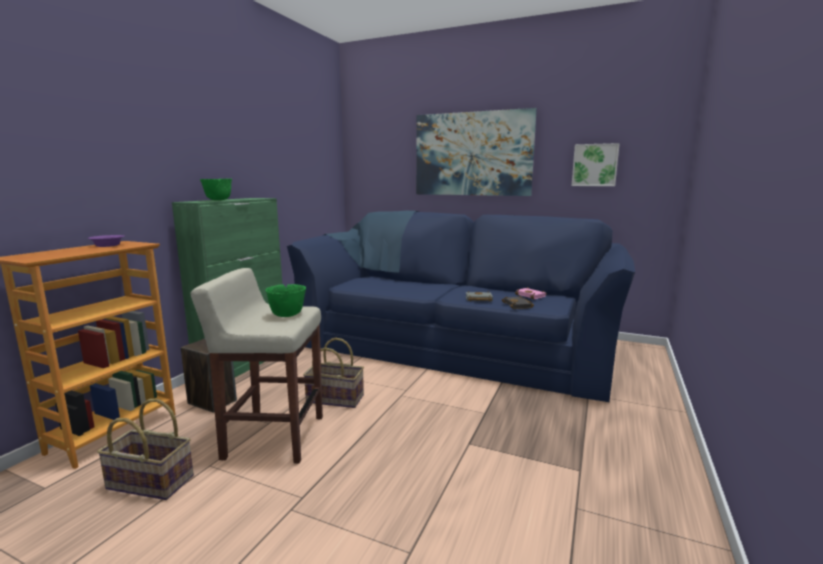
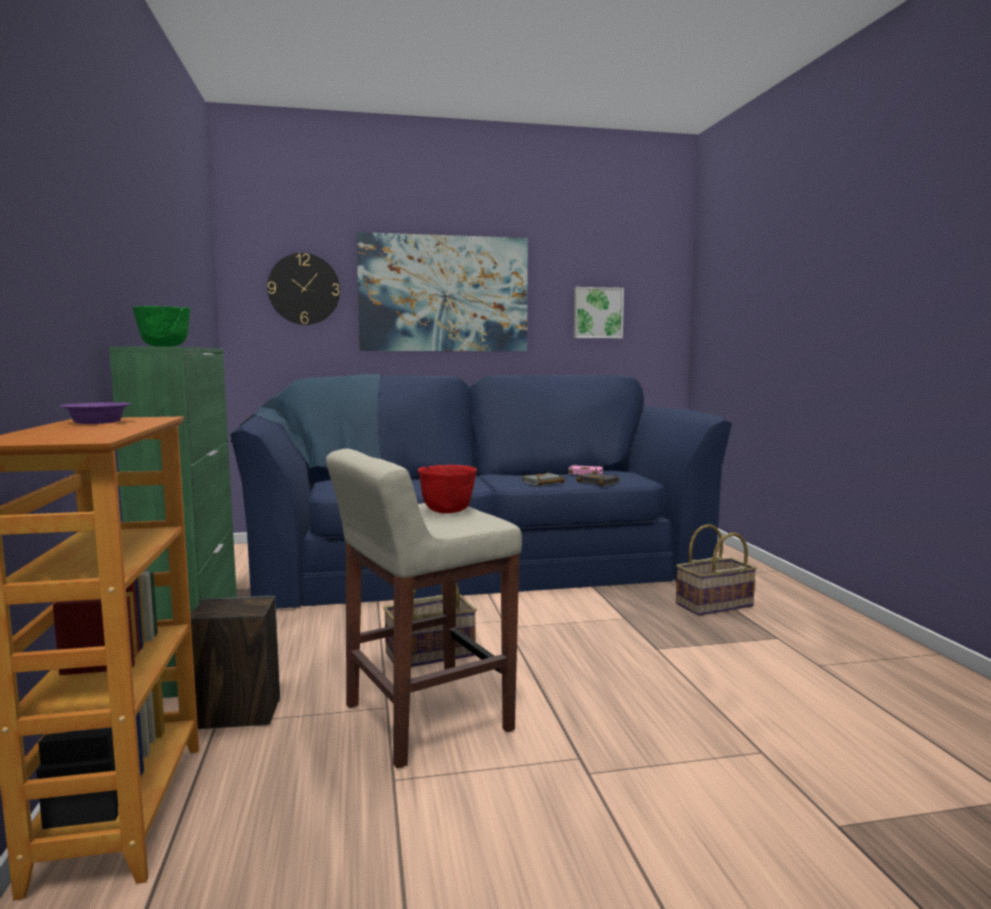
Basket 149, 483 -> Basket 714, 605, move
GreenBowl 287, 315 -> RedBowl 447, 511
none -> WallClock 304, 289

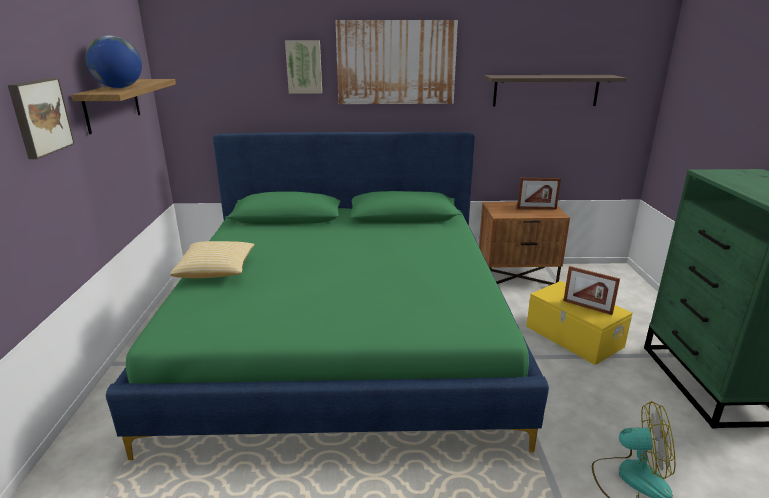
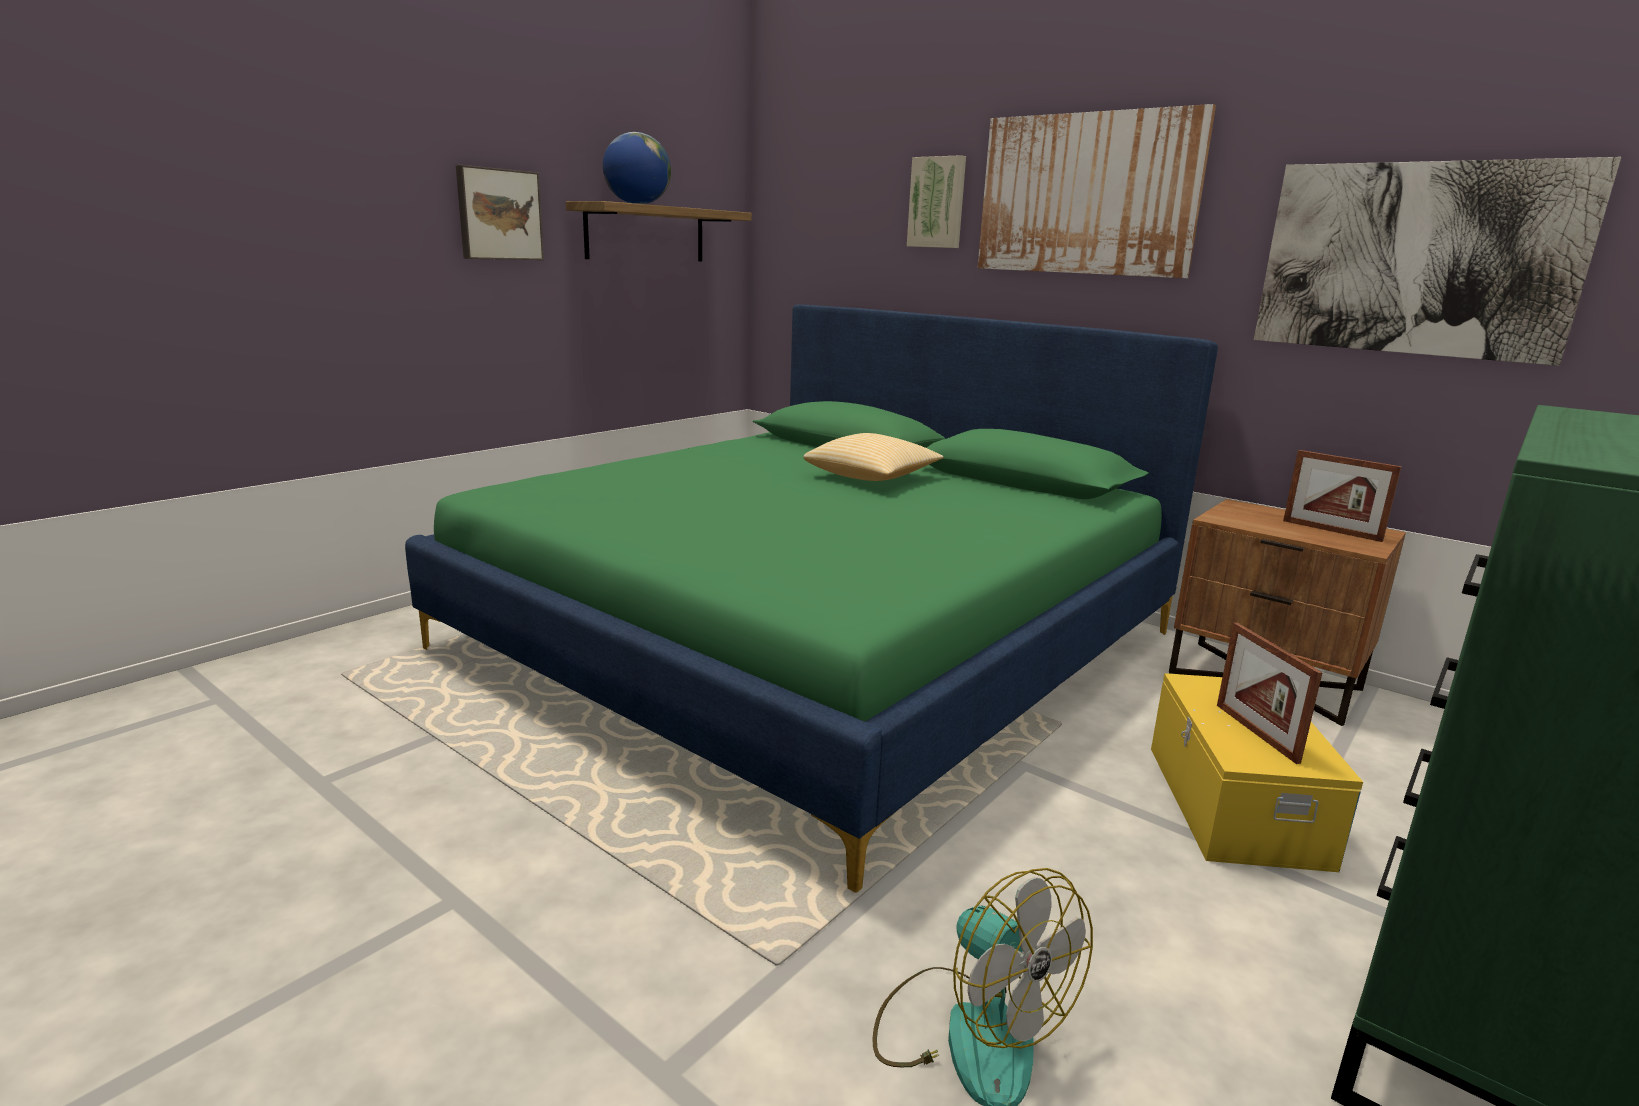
Pillow 216, 271 -> Pillow 872, 478, move
Shelf 546, 90 -> Picture 1416, 259

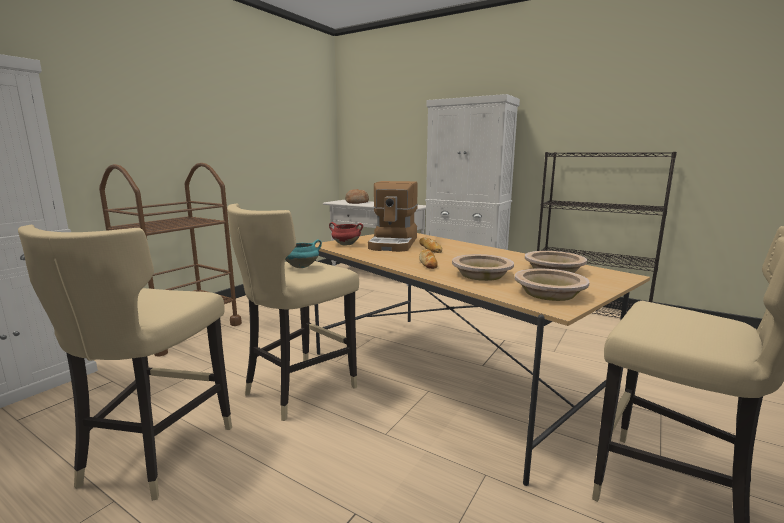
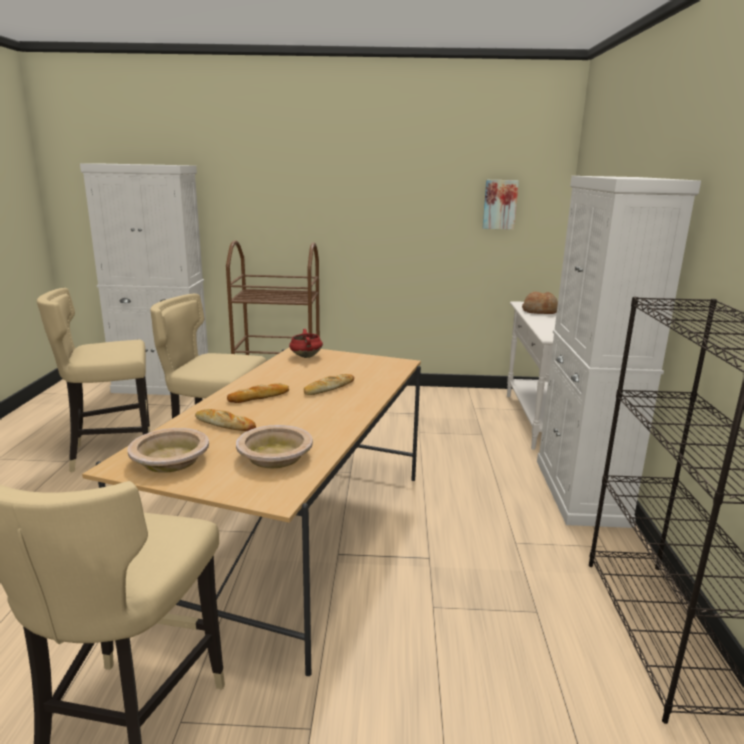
TurquoiseCookingPot 301, 266 -> none
CoffeeMachine 394, 243 -> none
BeigeBowl 481, 274 -> Bread 225, 424
none -> Picture 499, 204

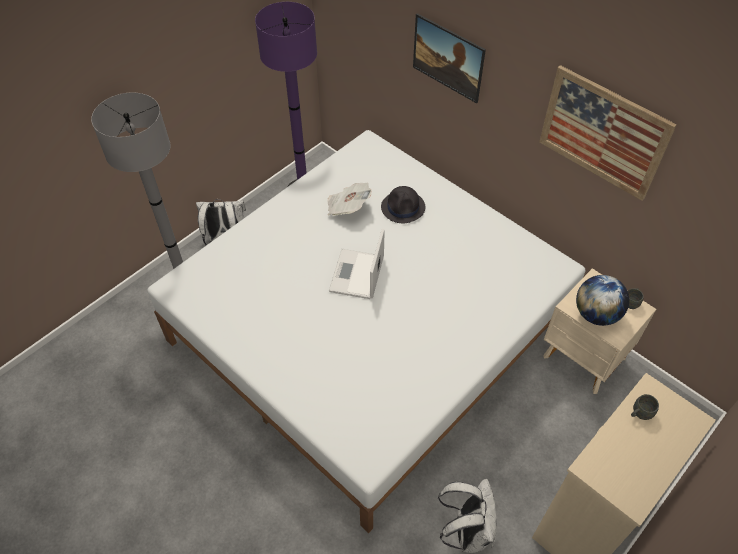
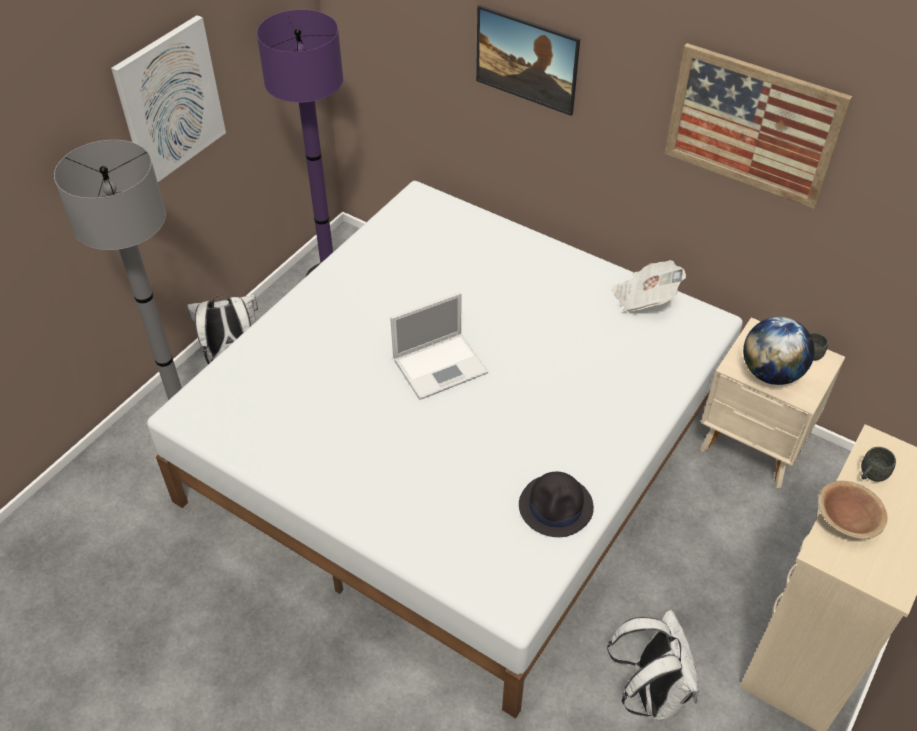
Newspaper 347, 207 -> Newspaper 644, 298, move
Laptop 357, 275 -> Laptop 441, 365, 120 degrees counterclockwise
BlackHat 403, 207 -> BlackHat 556, 506, move
none -> Picture 170, 101
none -> BrownBowl 847, 520

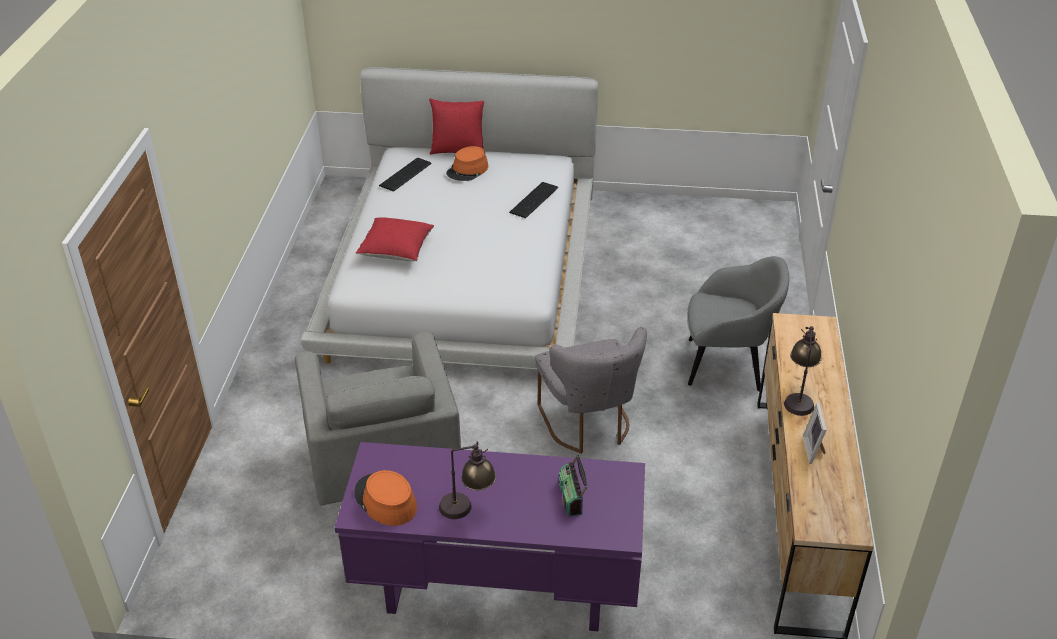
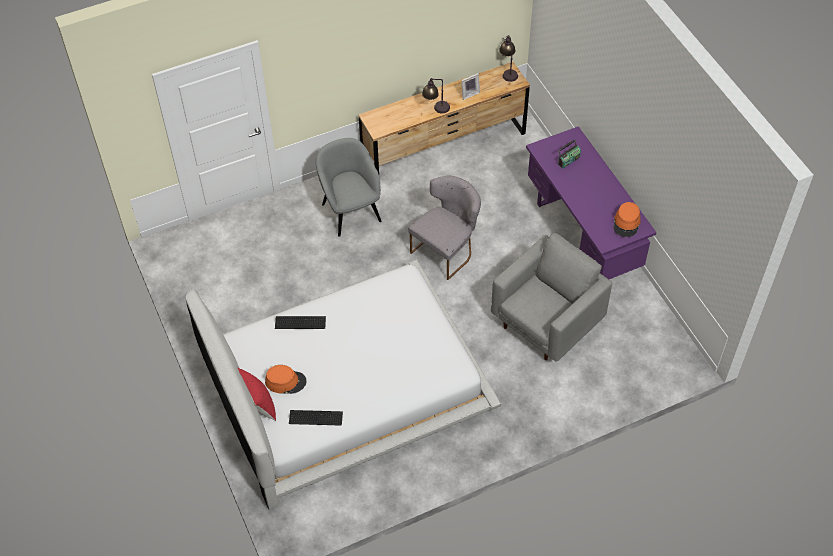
RedPillow 396, 250 -> none
TableLamp 467, 509 -> TableLamp 508, 71, move

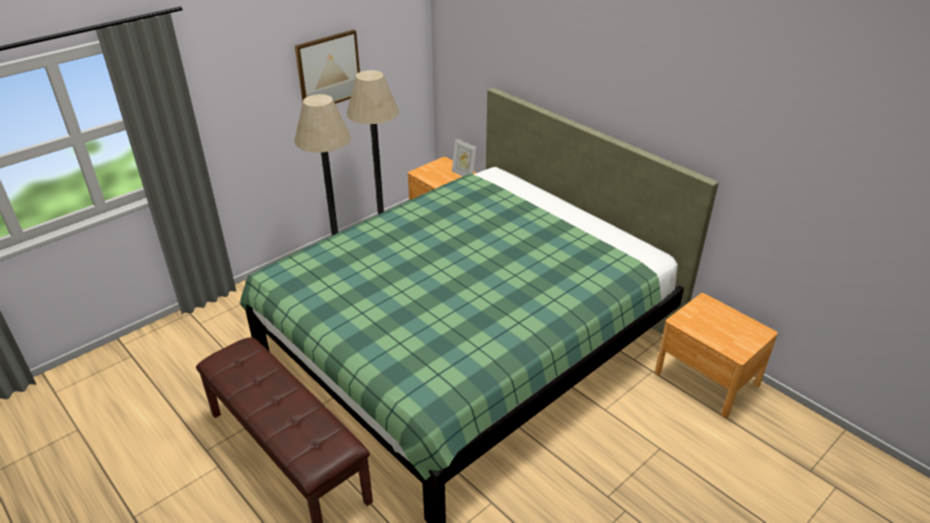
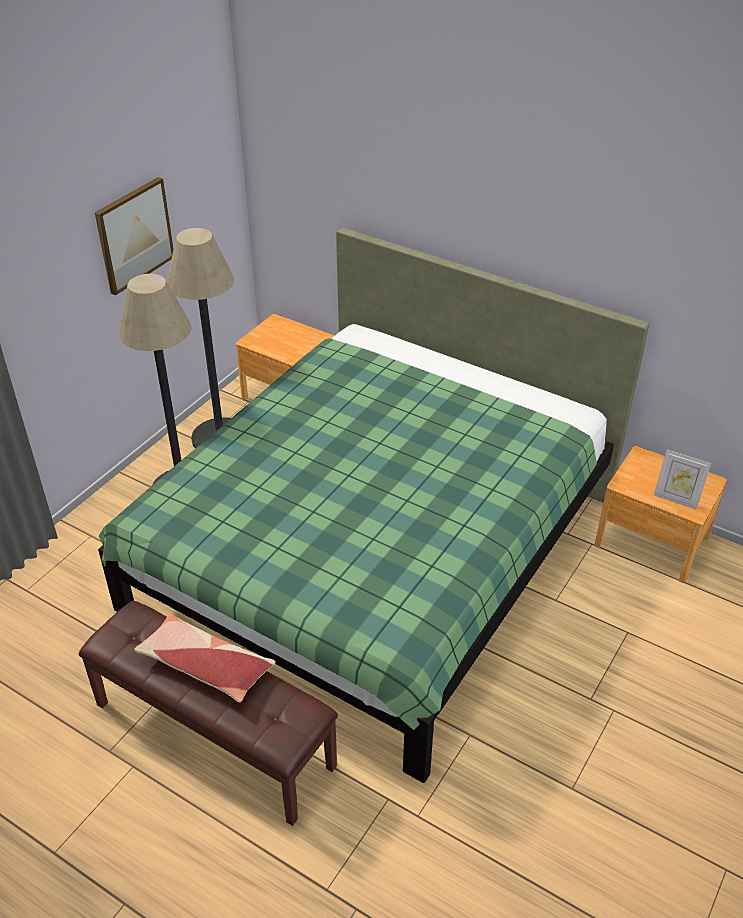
PictureFrame 463, 175 -> PictureFrame 676, 499, move
none -> Pillow 205, 665

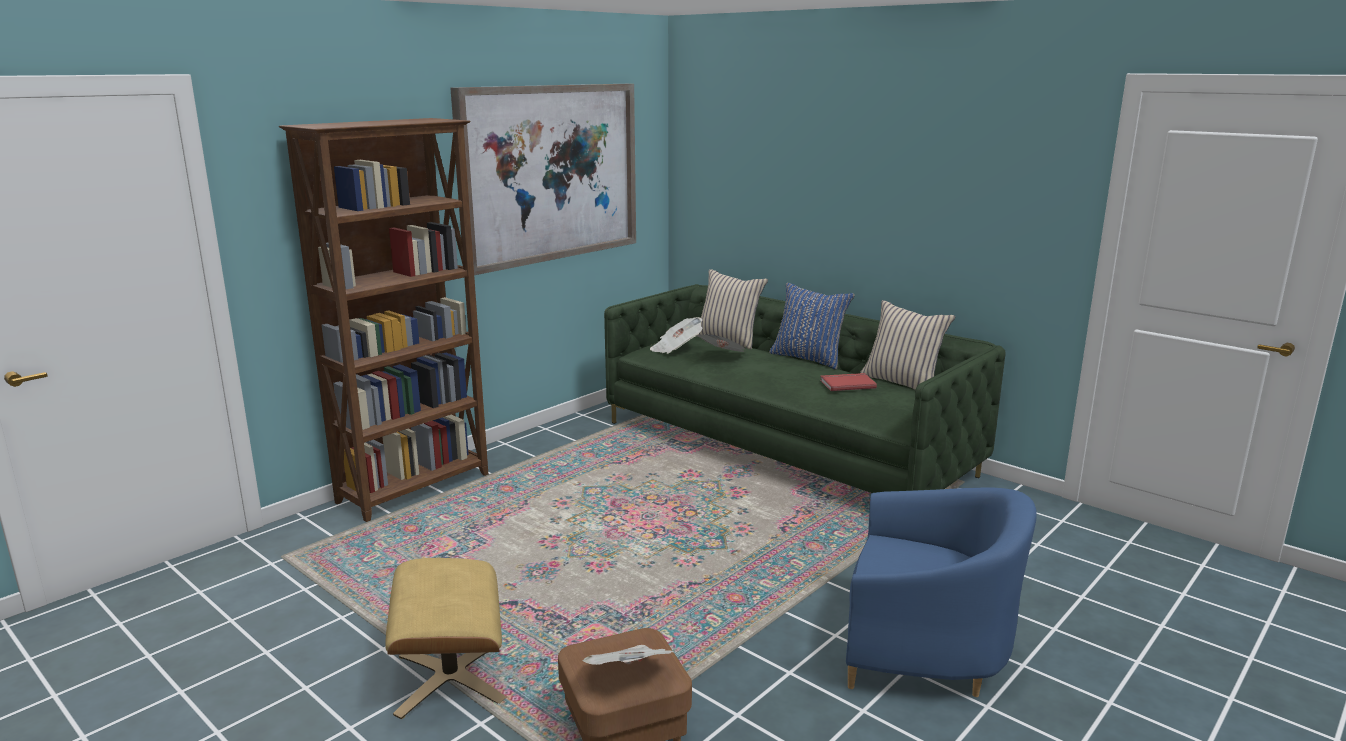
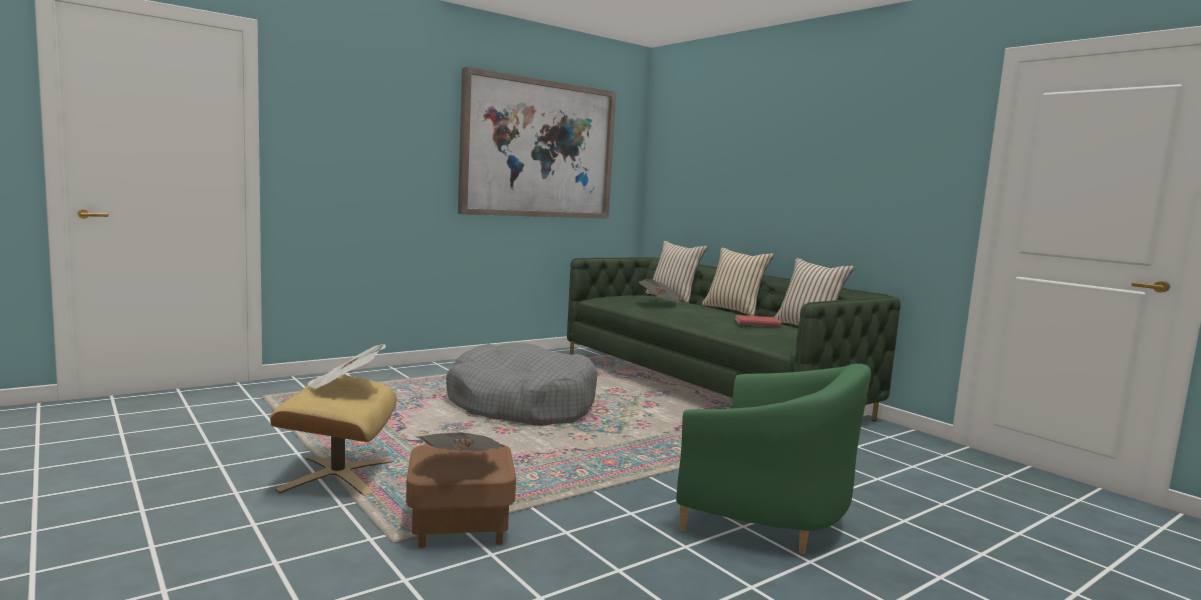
BrownBookcase 416, 488 -> none
Newspaper 676, 349 -> Newspaper 344, 386, move
BluePillow 809, 358 -> BeigePillow 734, 310
BlueArmchair 923, 651 -> GreenArmchair 765, 517
none -> GreyDogBed 521, 405

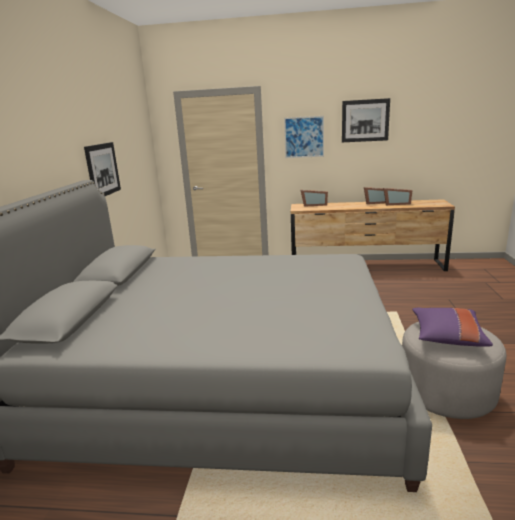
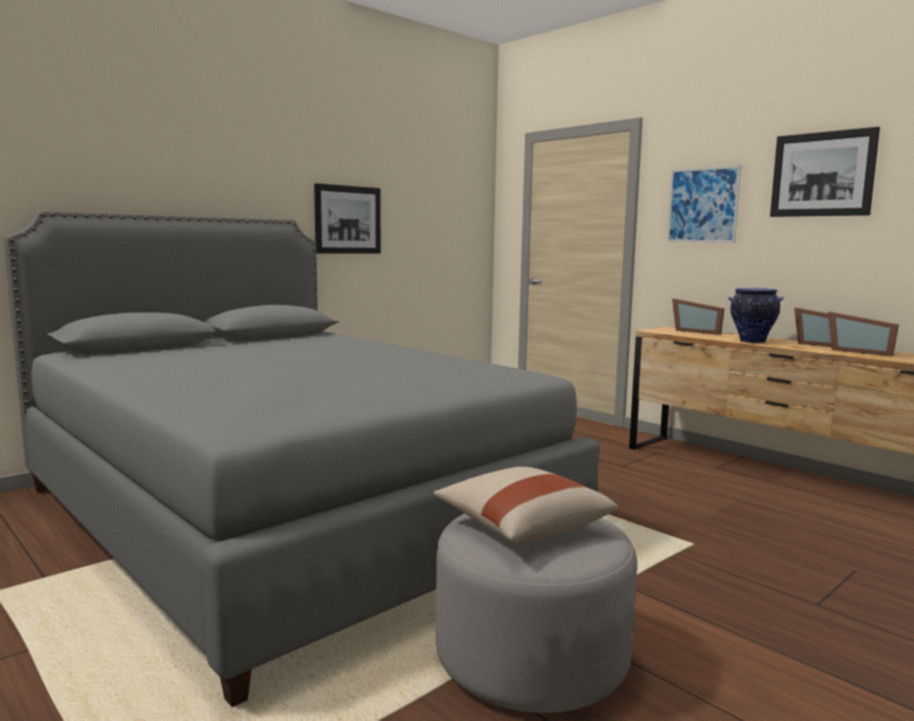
PurplePillow 447, 337 -> BeigePillow 522, 526
none -> Vase 751, 341

